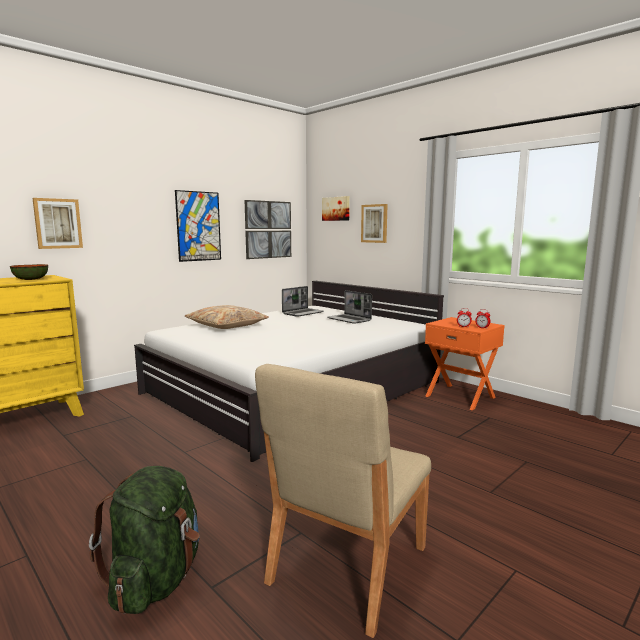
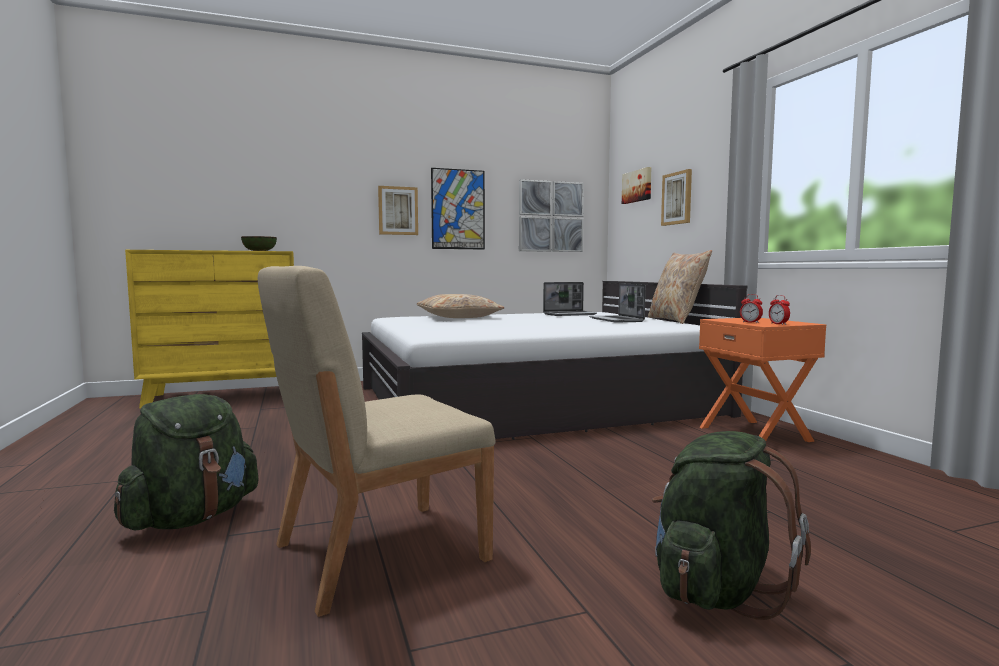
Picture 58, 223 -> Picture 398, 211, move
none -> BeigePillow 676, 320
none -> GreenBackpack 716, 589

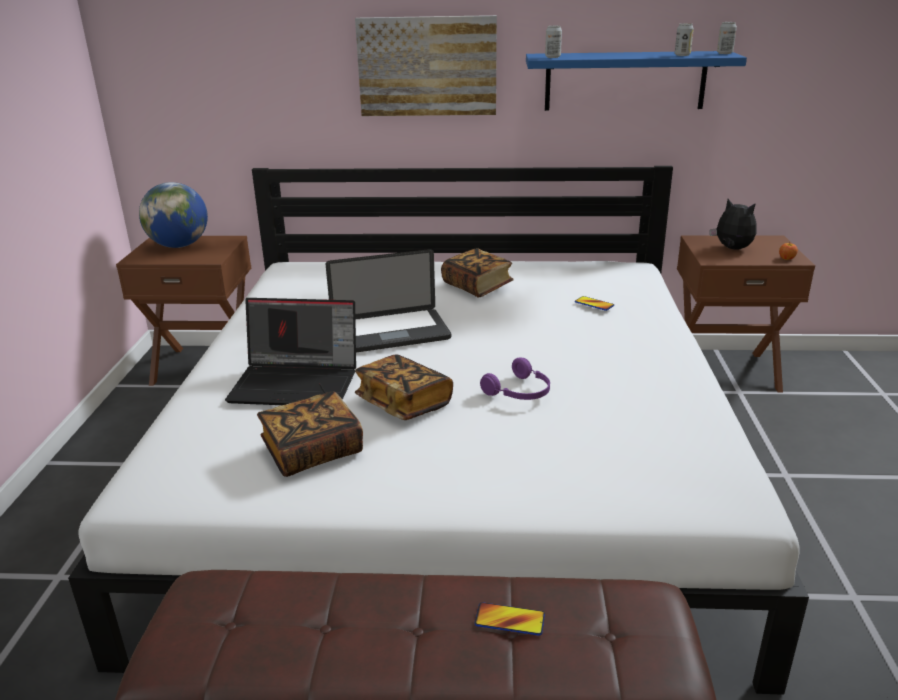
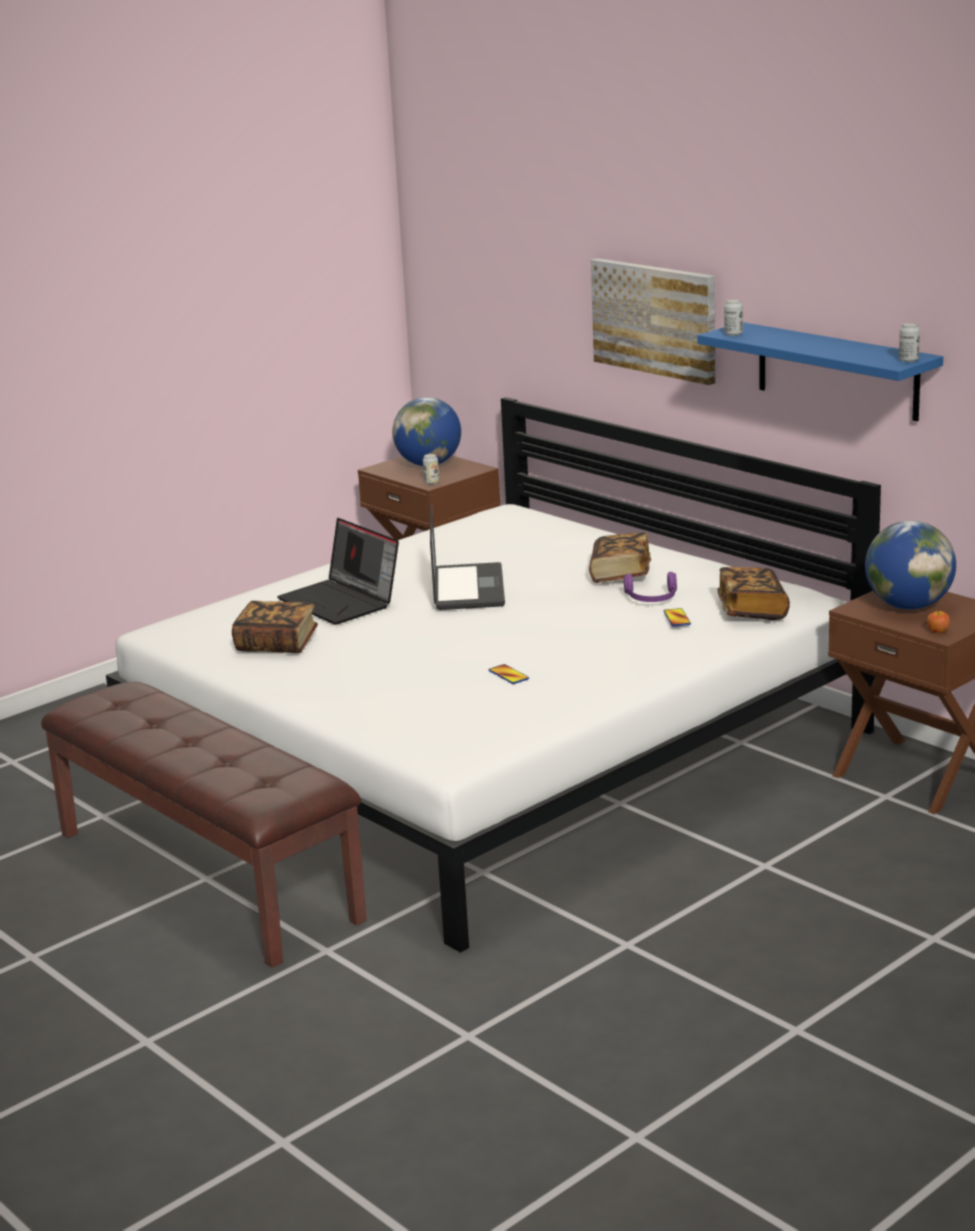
Laptop 390, 333 -> Laptop 468, 589, 120 degrees counterclockwise
Book 404, 404 -> Book 752, 610, move
Phone 509, 620 -> Phone 508, 675, move
PurpleHeadphones 520, 392 -> PurpleHeadphones 651, 598, move
Can 682, 55 -> Can 431, 482, move
PlushToy 732, 249 -> Globe 908, 606

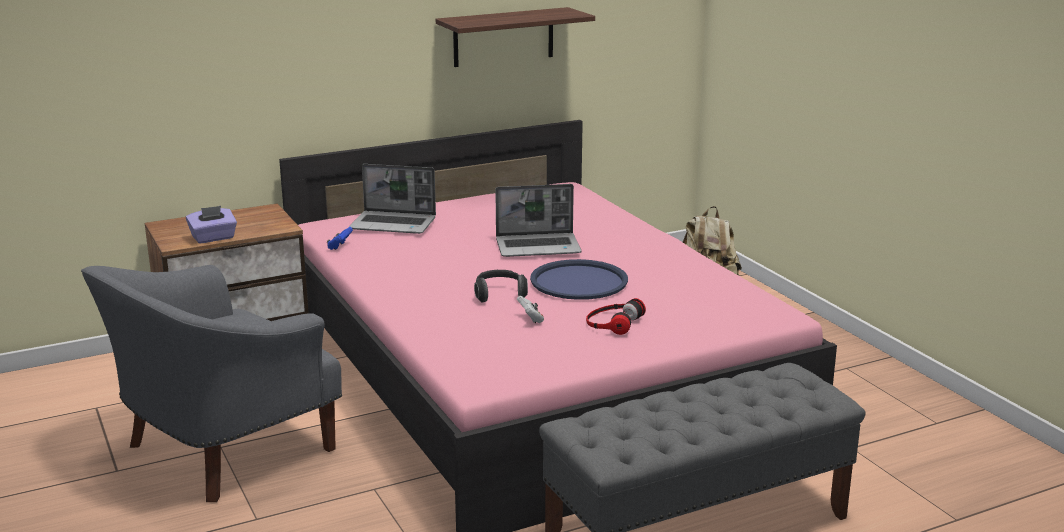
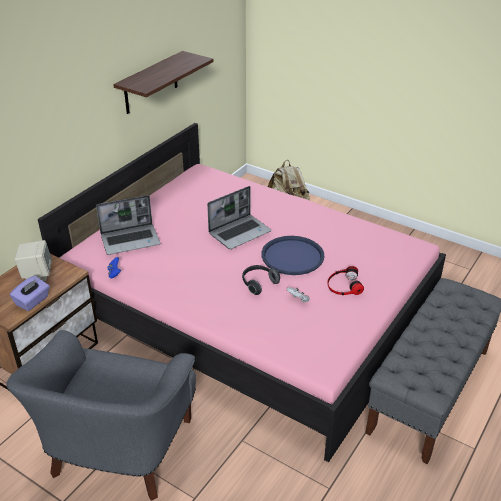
none -> BeigeSpeaker 37, 275

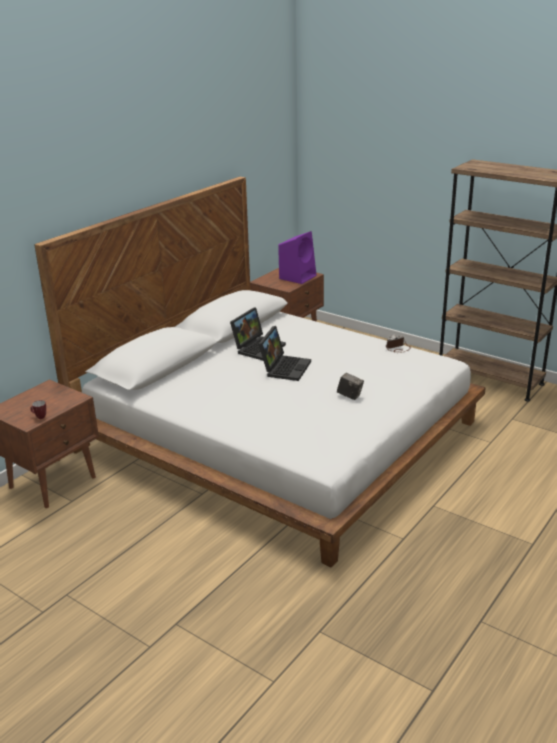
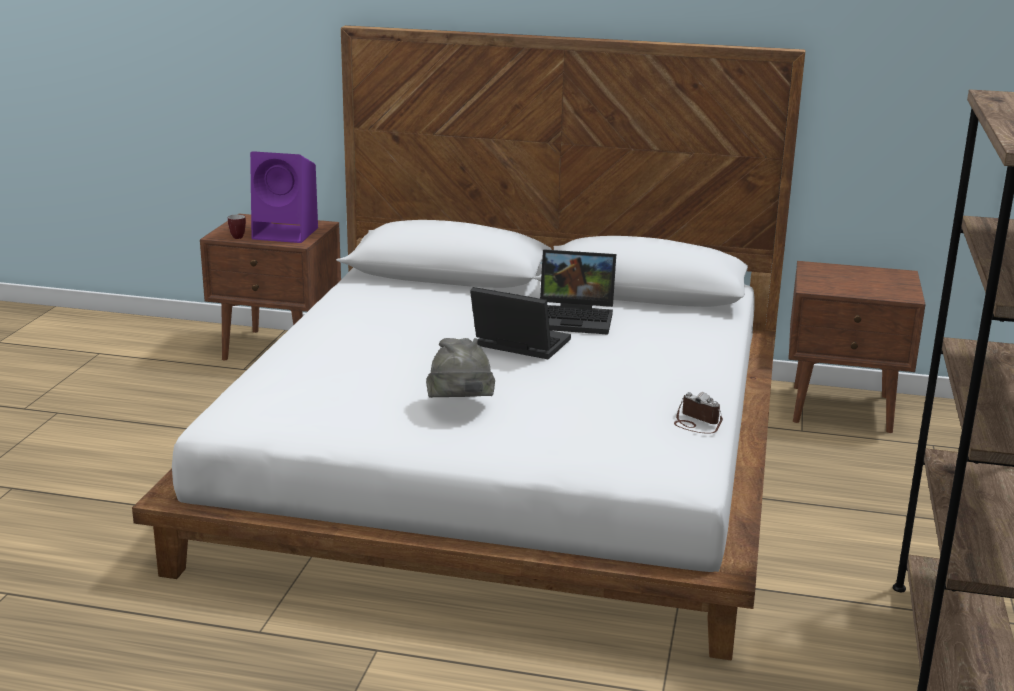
Laptop 284, 367 -> Laptop 517, 345, 150 degrees counterclockwise
PurpleSpeaker 298, 277 -> PurpleSpeaker 287, 233, move
PhotoCamera 350, 396 -> GreyHat 460, 407

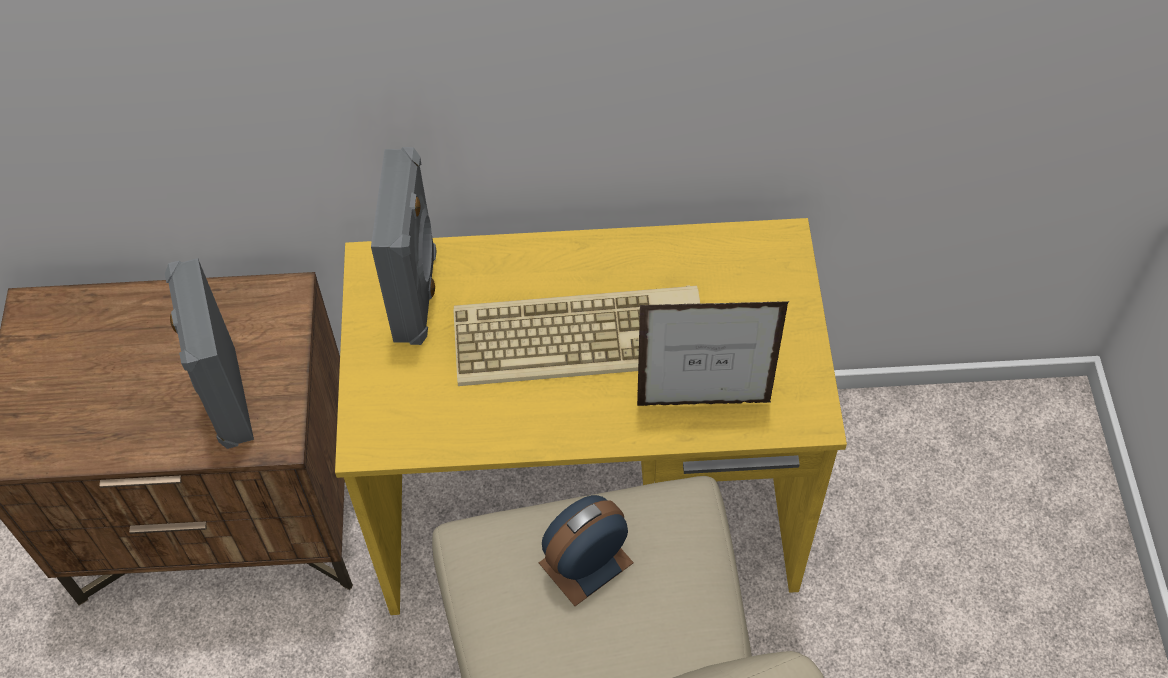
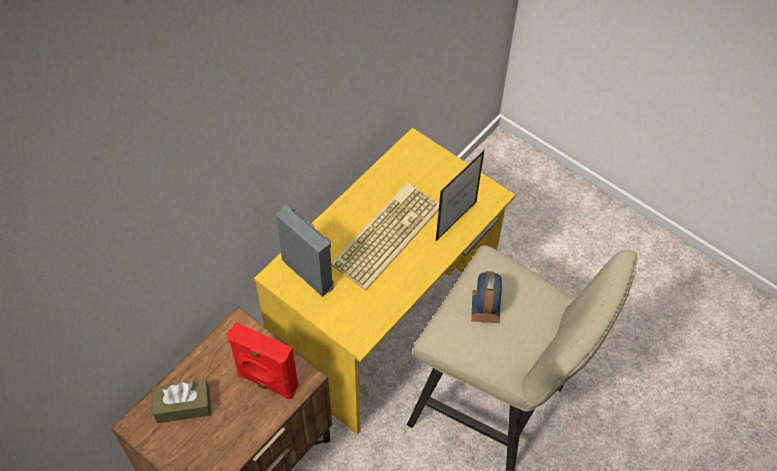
GreySpeaker 226, 398 -> RedSpeaker 266, 382
none -> BrownTissueBox 183, 406

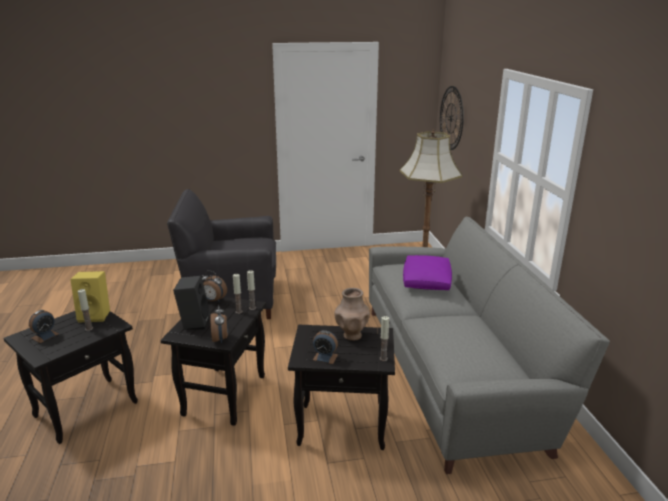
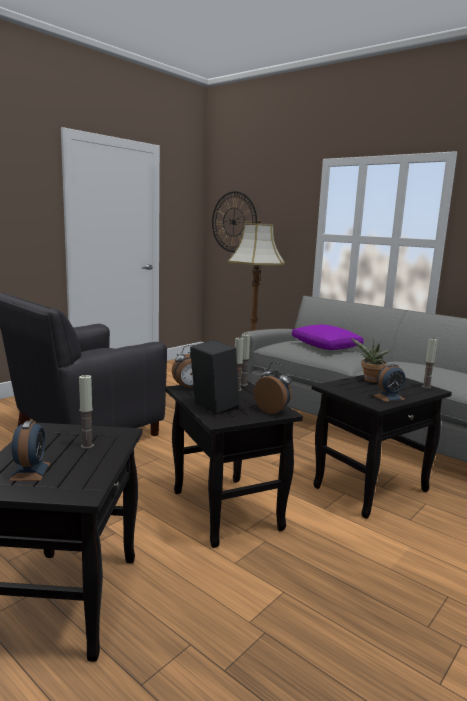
YellowSpeaker 96, 315 -> none
BrownVase 352, 335 -> PottedPlant 370, 381

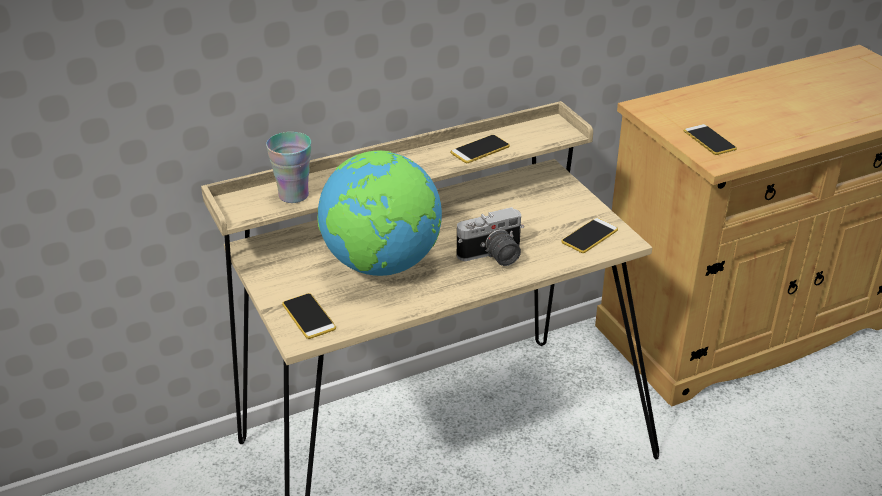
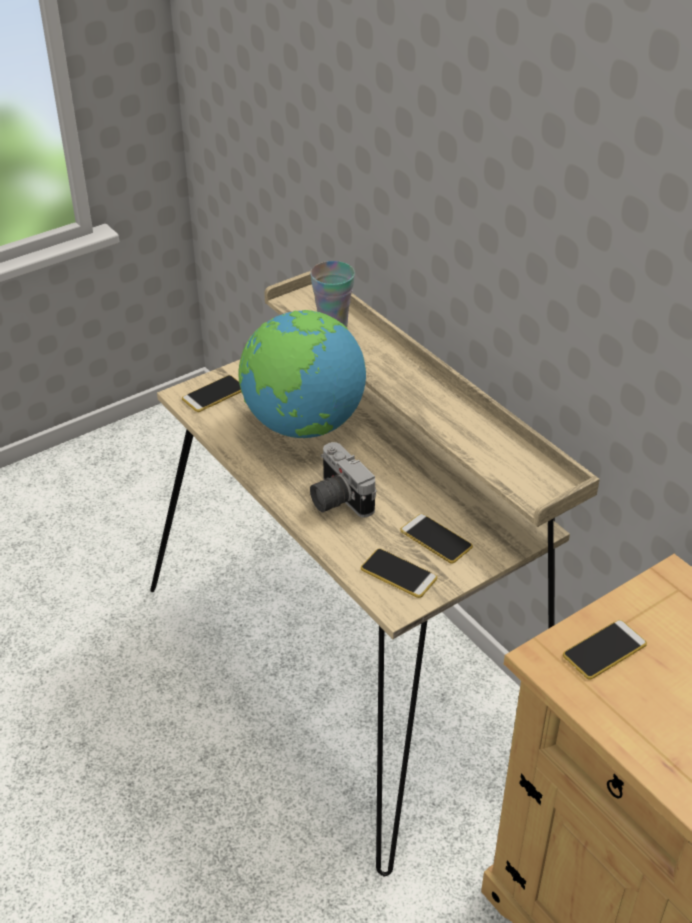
Phone 480, 150 -> Phone 436, 539, move

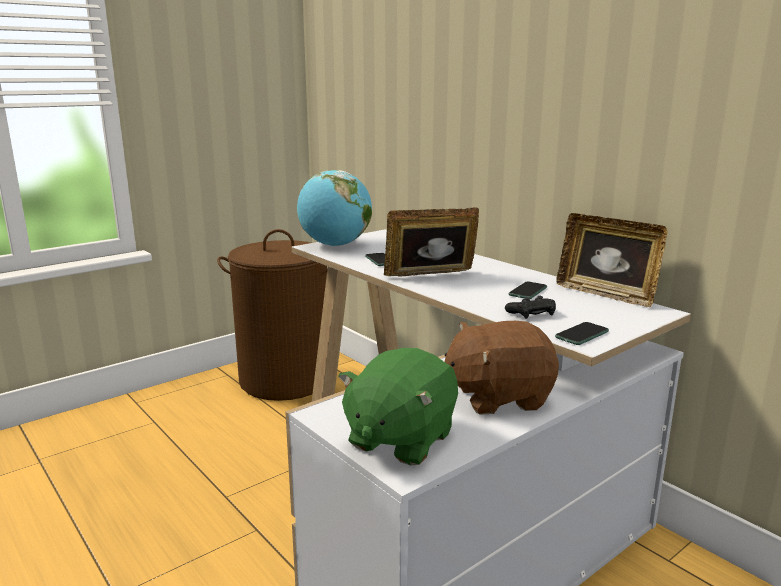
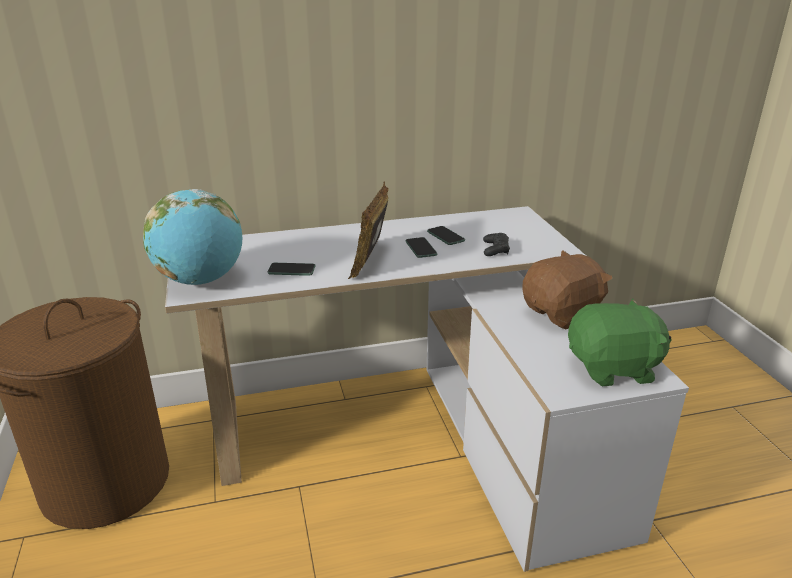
GreenPlushToy 400, 439 -> GreenPlushToy 613, 368, 60 degrees counterclockwise
BrownPlushToy 498, 397 -> BrownPlushToy 563, 313, 135 degrees counterclockwise
Phone 582, 334 -> Phone 421, 248, move
PictureFrame 606, 294 -> none

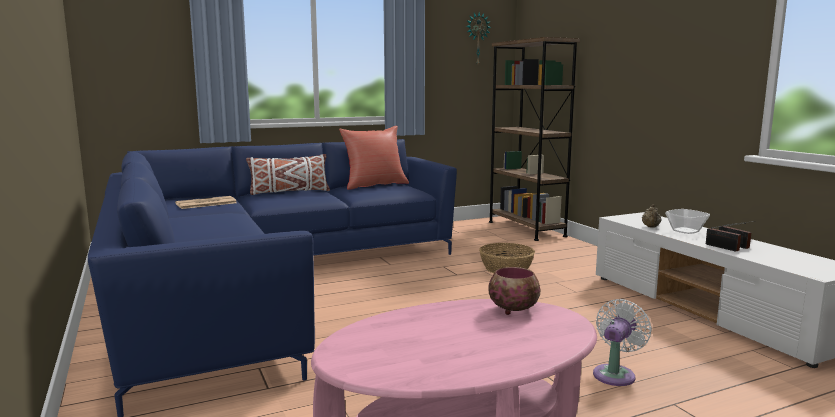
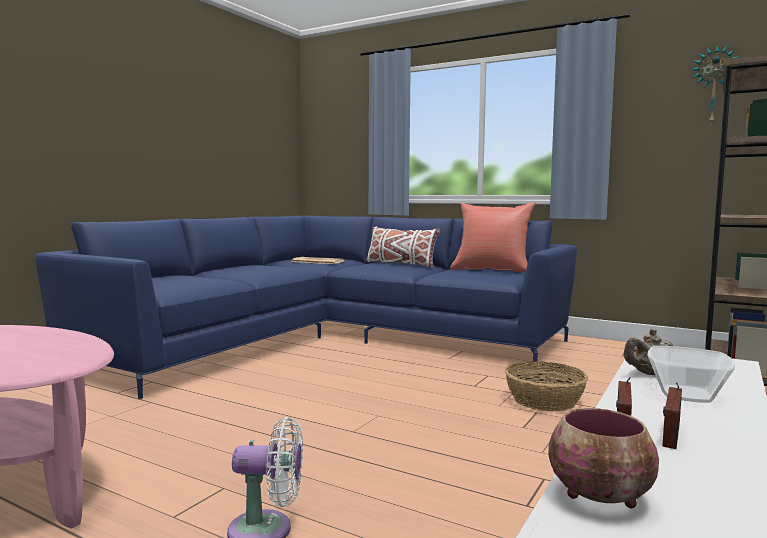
Bowl 514, 310 -> Bowl 602, 498, move

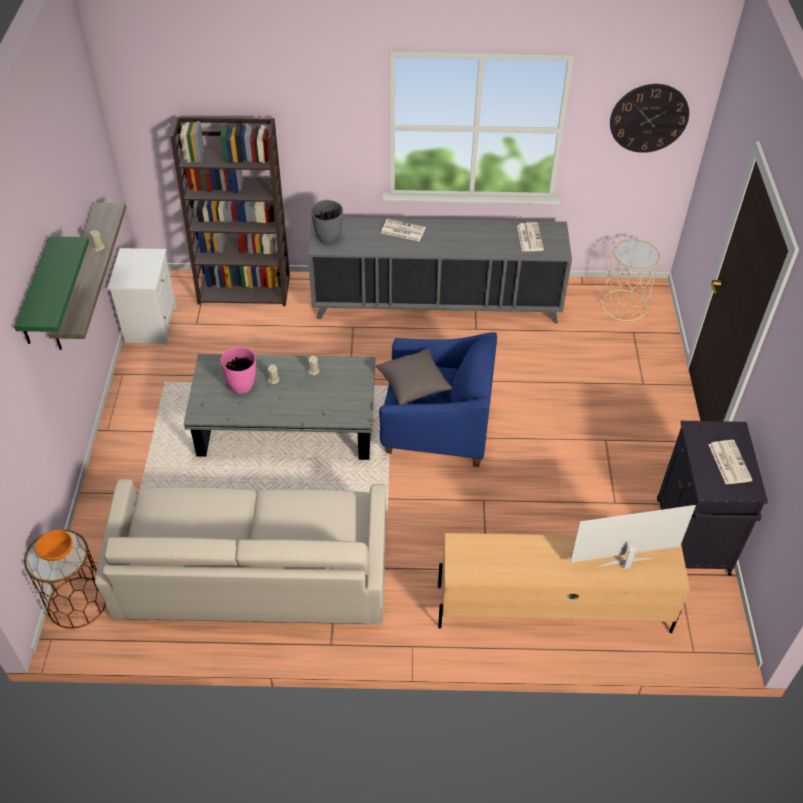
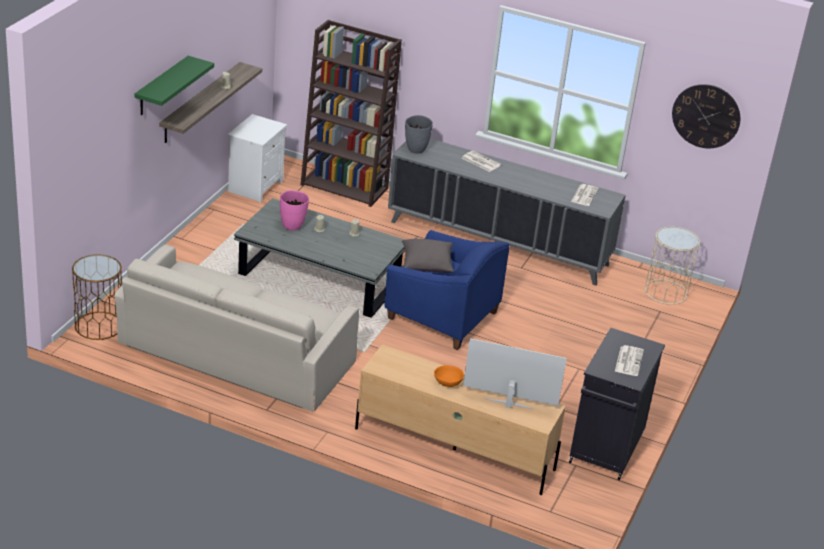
OrangeBowl 57, 552 -> OrangeBowl 448, 383, move

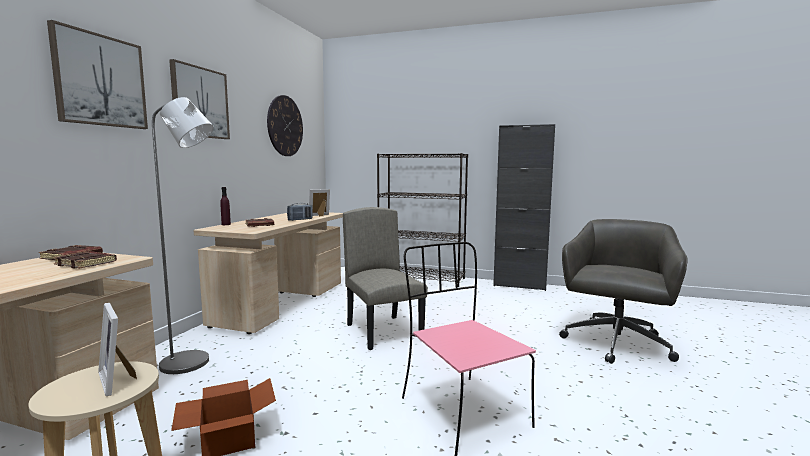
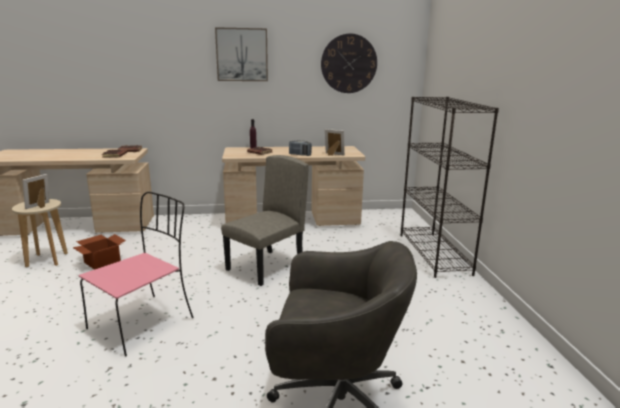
Picture 100, 80 -> none
GreyFloorLamp 193, 363 -> none
BlackCabinet 519, 285 -> none

